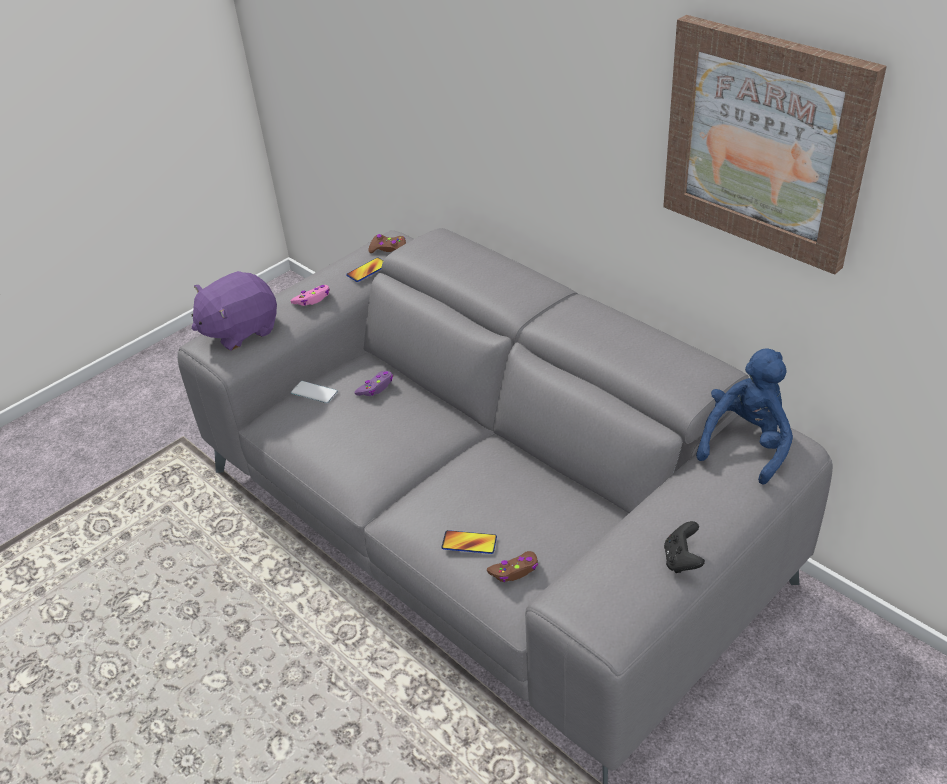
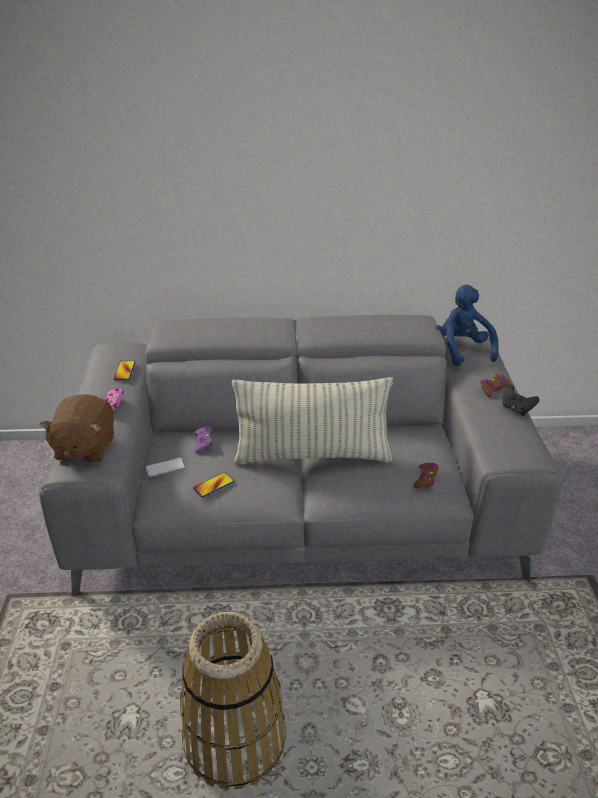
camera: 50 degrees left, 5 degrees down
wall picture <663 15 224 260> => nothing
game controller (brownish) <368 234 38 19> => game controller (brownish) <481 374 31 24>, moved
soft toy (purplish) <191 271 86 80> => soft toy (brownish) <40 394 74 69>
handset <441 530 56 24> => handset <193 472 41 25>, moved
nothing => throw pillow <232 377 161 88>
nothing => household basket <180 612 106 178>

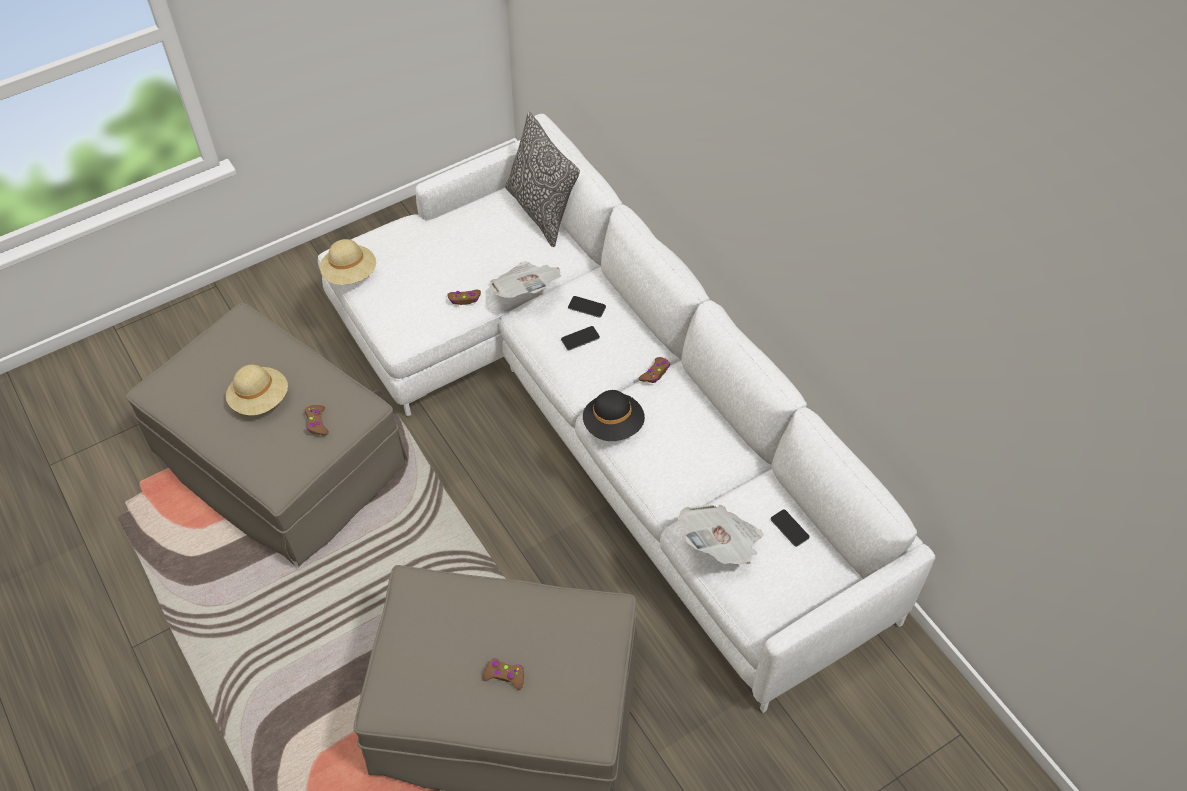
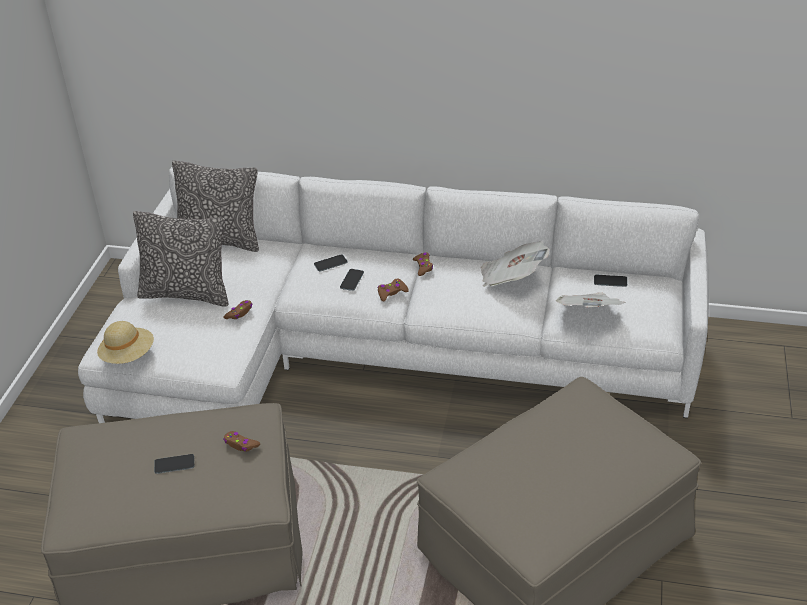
camera: 45 degrees left, 15 degrees down
newspaper <490 261 71 37> => newspaper <481 241 68 46>, moved
wearable hat (beige) <226 365 62 50> => handset <154 454 40 20>
wearable hat (black) <583 390 62 51> => nothing
game controller (brownish) <483 658 41 32> => game controller (brownish) <378 279 31 23>, moved
nothing => throw pillow <133 211 95 96>

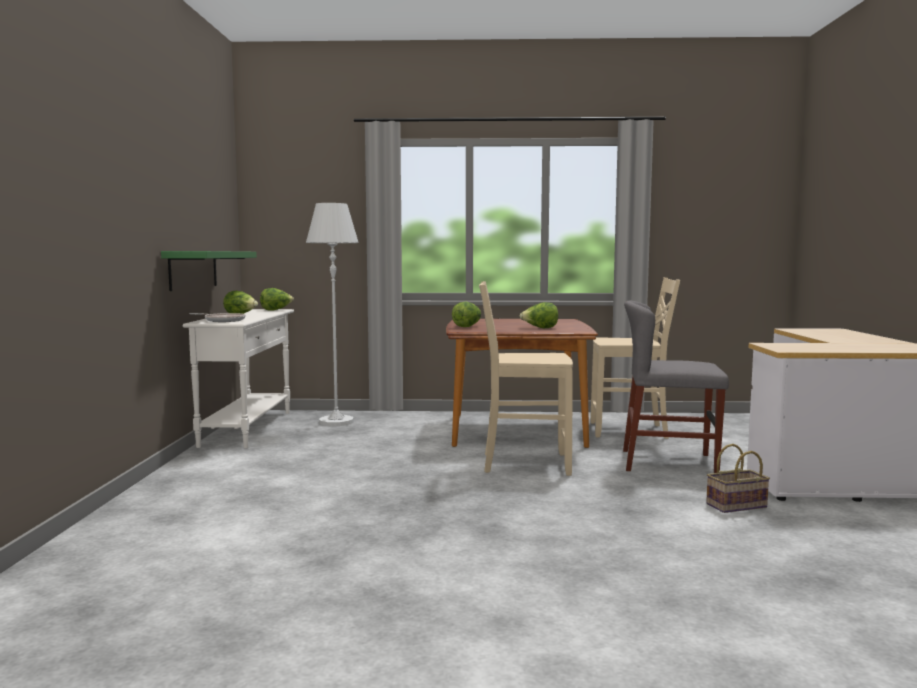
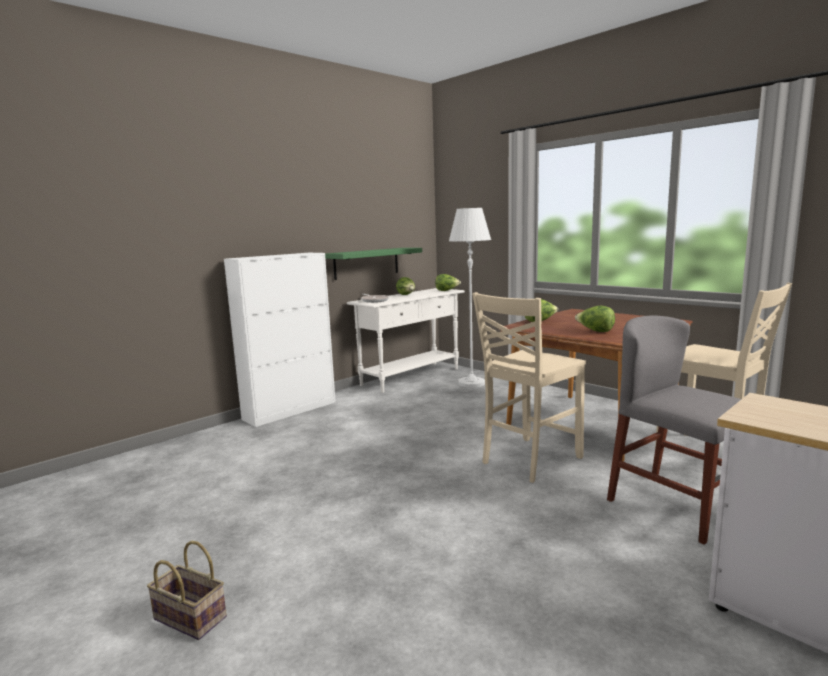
camera: 45 degrees right, 5 degrees up
upright chair (beige) <479 281 94 195> => upright chair (beige) <472 292 114 191>, 90 degrees counterclockwise
household basket <706 444 64 69> => household basket <147 541 80 99>, moved
nothing => cupboard (whitish) <224 253 112 174>

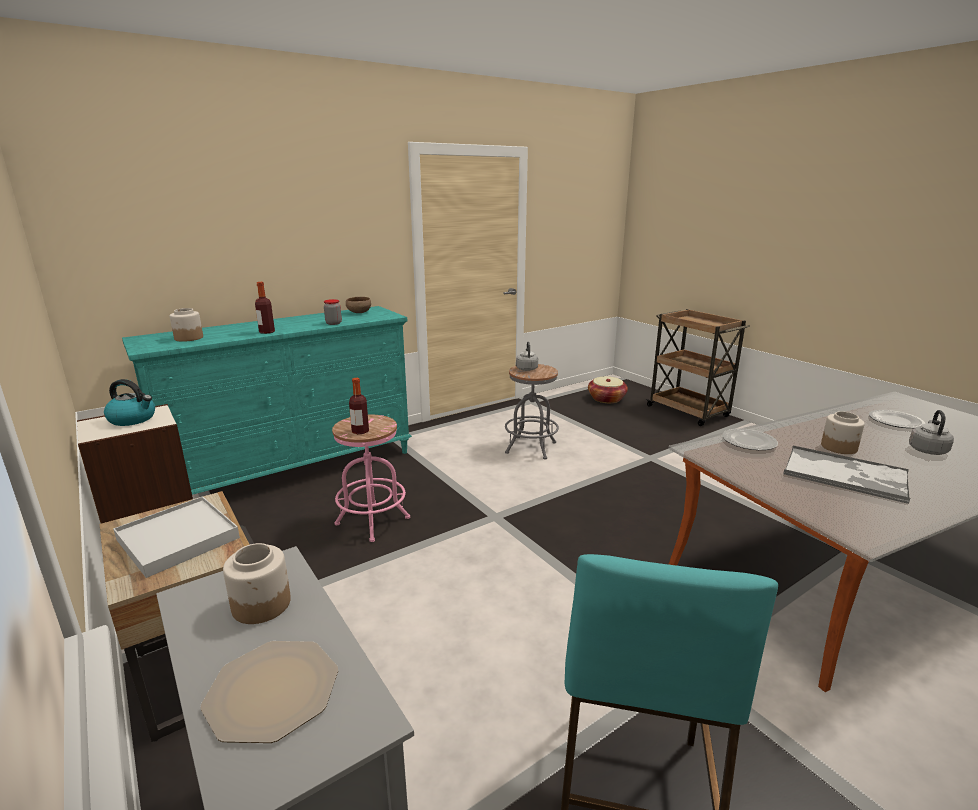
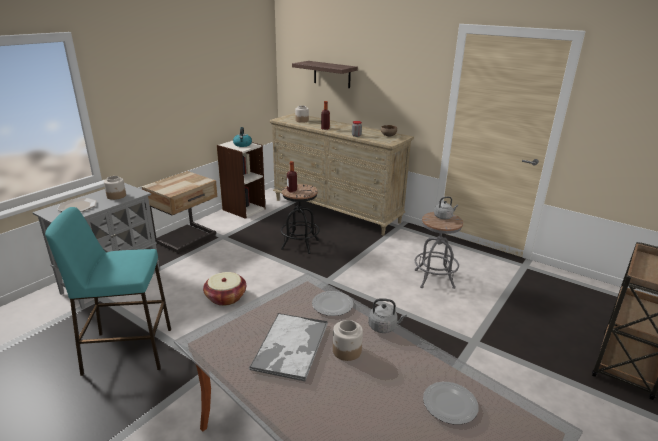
camera: 70 degrees right, 5 degrees up
chest of drawers (turquoise) <122 306 290 189> => chest of drawers (beige) <269 113 145 123>
household basket <588 377 40 26> => household basket <203 272 43 34>, moved
tea kettle (greyish) <909 410 45 45> => tea kettle (greyish) <368 298 39 35>, moved
stool (pink-coloured) <332 415 78 127> => stool (black) <281 184 39 70>
carrying tray (whitish) <113 496 127 82> => nothing
nothing => wall shelf <292 61 66 27>

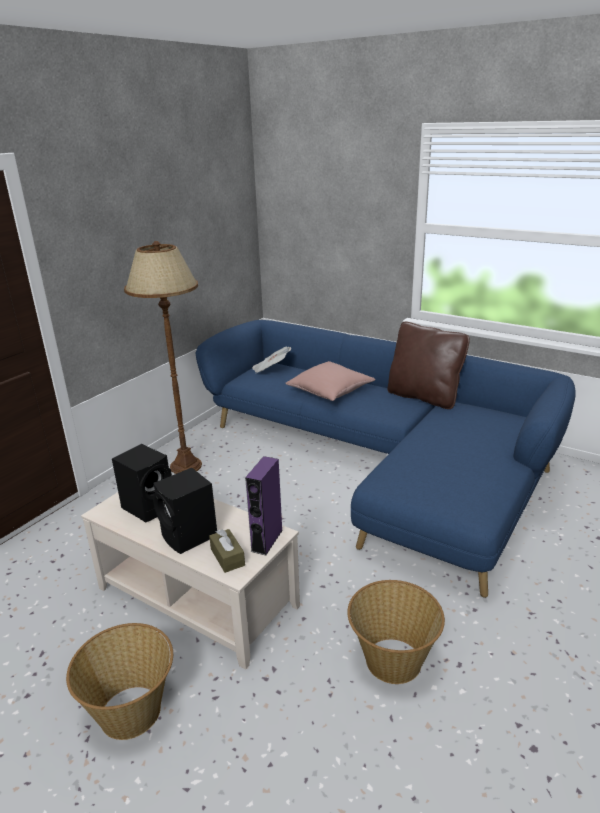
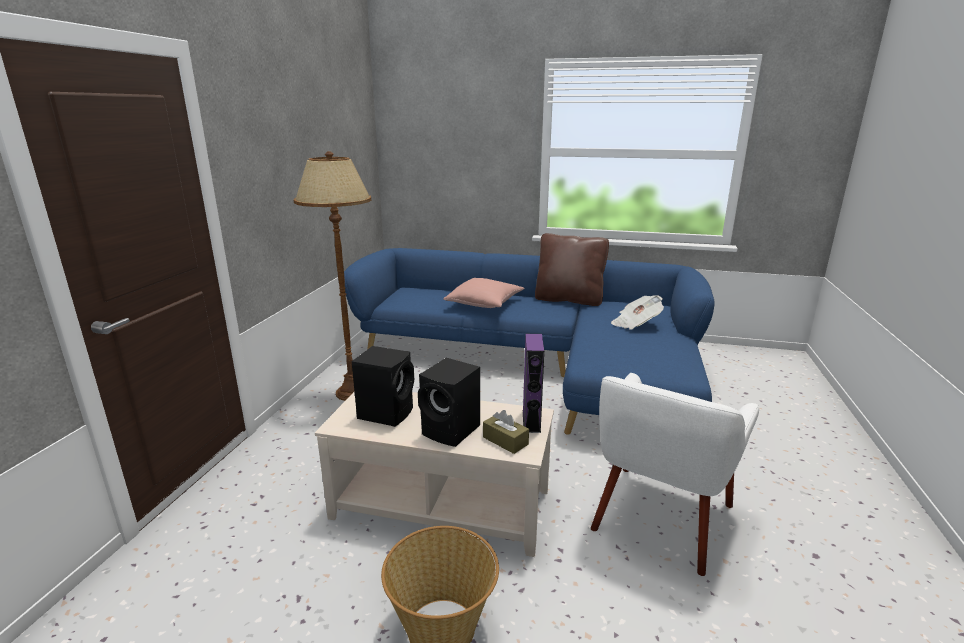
camera: 20 degrees left, 5 degrees down
newspaper <252 346 39 27> => newspaper <611 295 53 34>, moved
household basket <347 580 98 104> => armchair (whitish) <591 373 168 203>

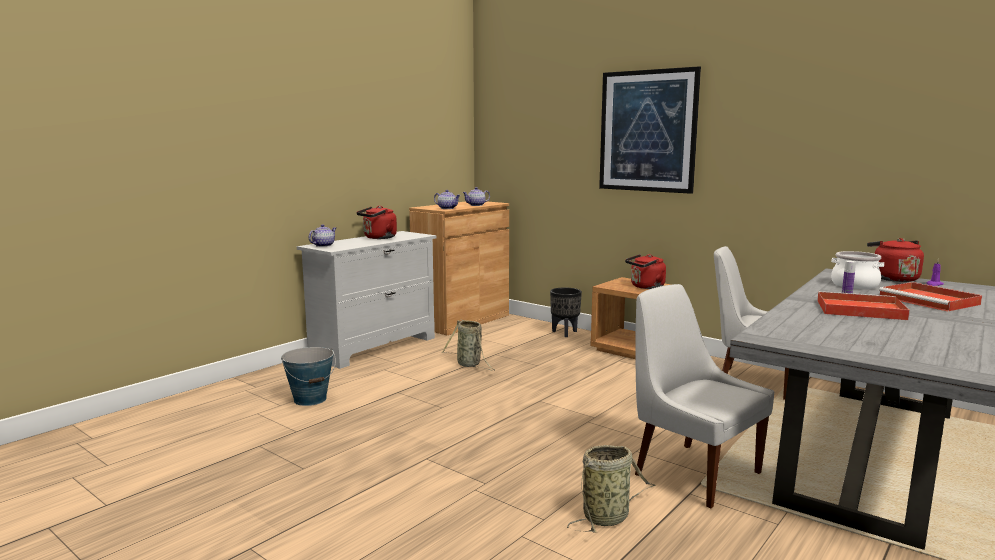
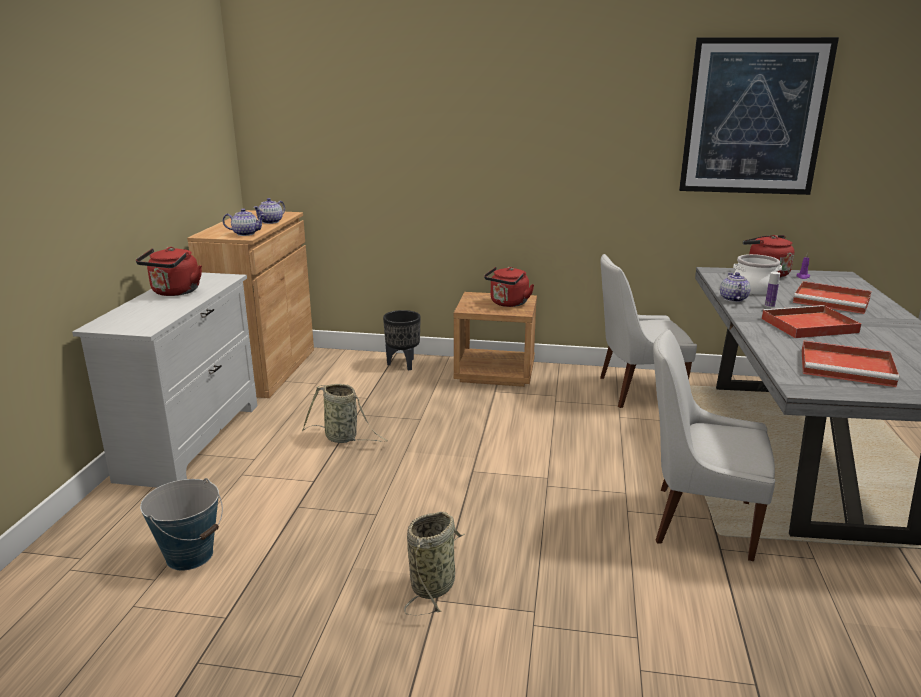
camera: 30 degrees left, 10 degrees up
wall picture <599 66 102 128> => wall picture <679 37 160 158>, moved
pot for tea <309 224 27 23> => pot for tea <720 272 31 30>, moved
household basket <567 445 89 88> => household basket <404 512 61 103>, moved
nothing => carrying tray (reddish) <801 340 98 47>

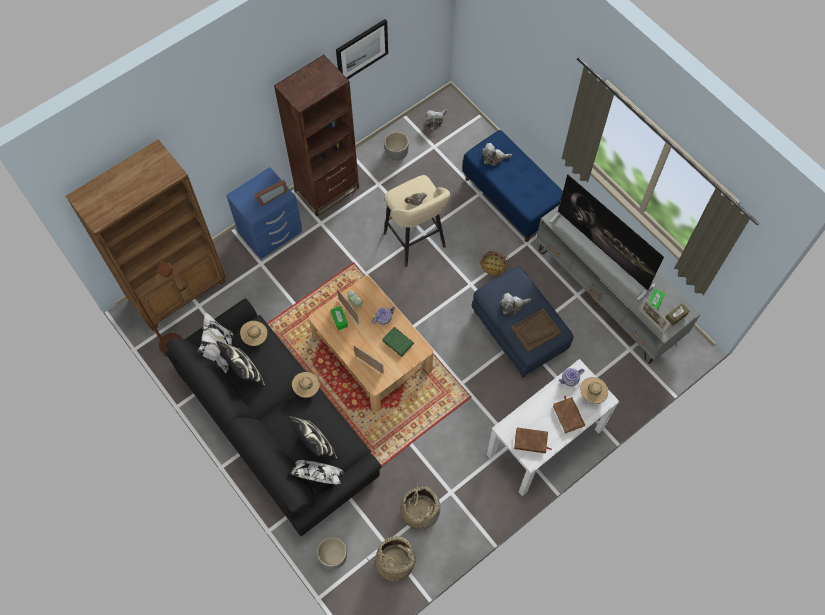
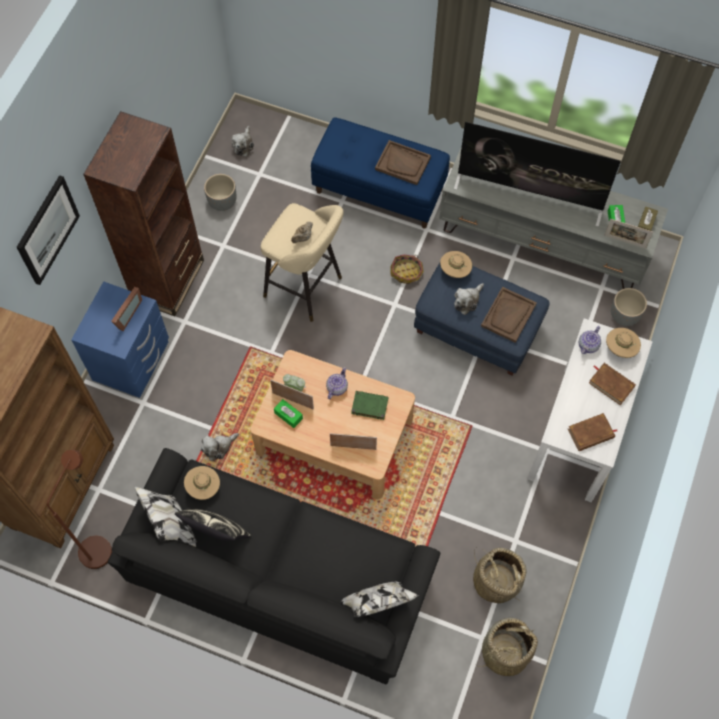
camera: 30 degrees left, 0 degrees up
wall picture <336 19 52 60> => wall picture <17 175 63 110>, moved
soft toy <482 143 30 23> => soft toy <201 433 38 28>, moved
wearable hat (beige) <292 372 28 26> => wearable hat (beige) <440 251 32 27>, moved
throw pillow <288 416 49 44> => nothing
plant pot (greyish) <317 537 30 32> => plant pot (greyish) <611 288 36 38>, moved
nothing => carrying tray (brownish) <375 140 56 45>

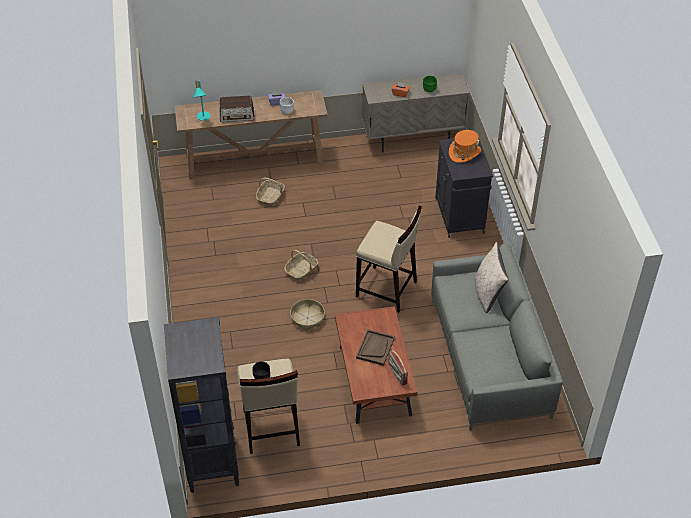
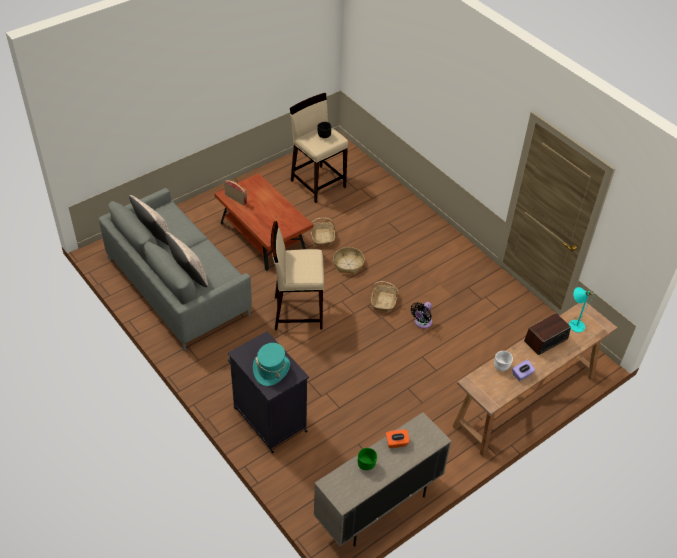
camera: 150 degrees right, 0 degrees up
wearable hat (orange-coloured) <449 130 32 33> => wearable hat (turquoise) <253 343 37 43>
household basket <256 178 29 28> => household basket <310 218 25 28>, moved
shelving unit (black) <164 317 75 176> => nothing
carrying tray (brownish) <356 329 39 37> => nothing
nothing => throw pillow (beige) <129 195 42 50>
nothing => fan (black) <411 302 21 27>

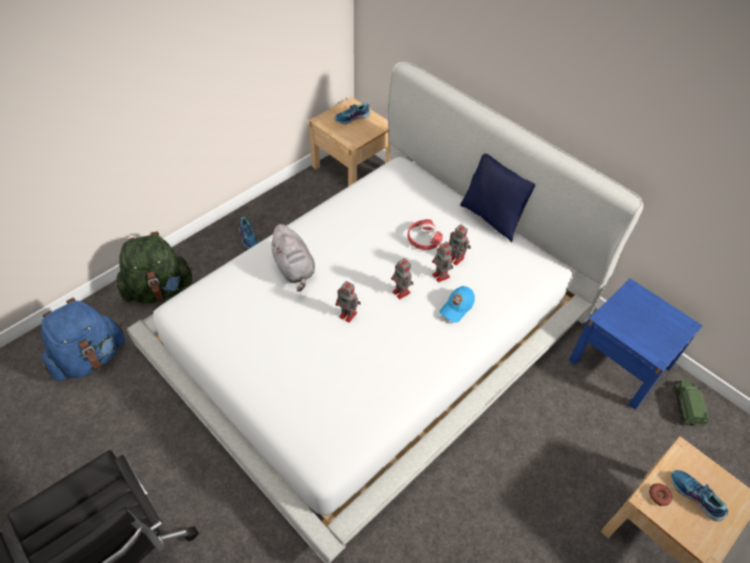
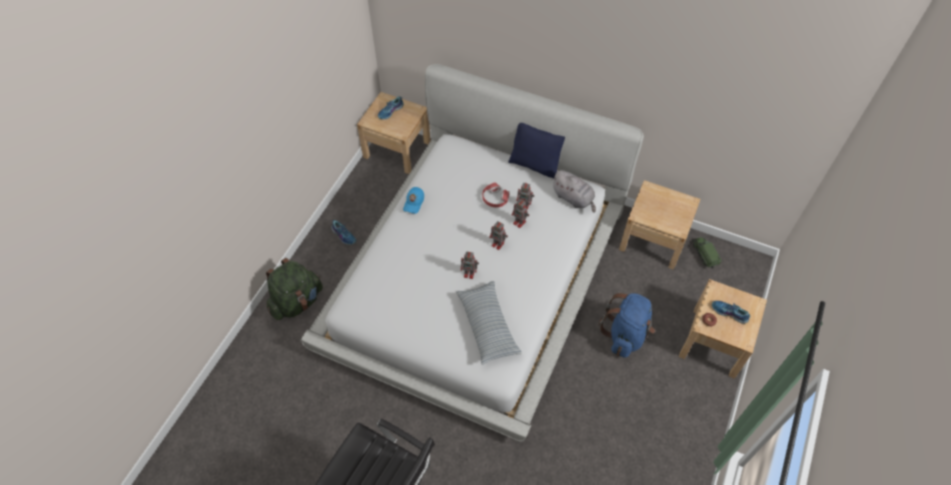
camera: 20 degrees left, 5 degrees up
soft toy (greyish) <268 224 47 68> => soft toy (greyish) <551 170 45 43>, moved
night table (bluish) <569 279 133 131> => night table (beige) <619 180 82 90>
cap (bluish) <439 286 36 37> => cap (bluish) <403 187 21 27>, moved
backpack (bluish) <41 298 84 83> => backpack (bluish) <598 293 57 65>, moved
nothing => throw pillow <456 281 66 84>

